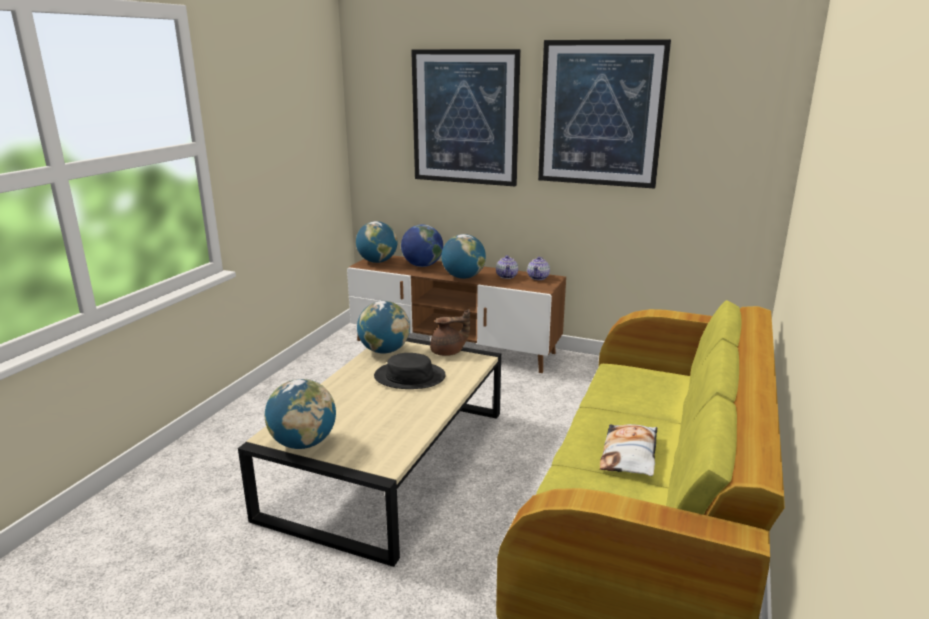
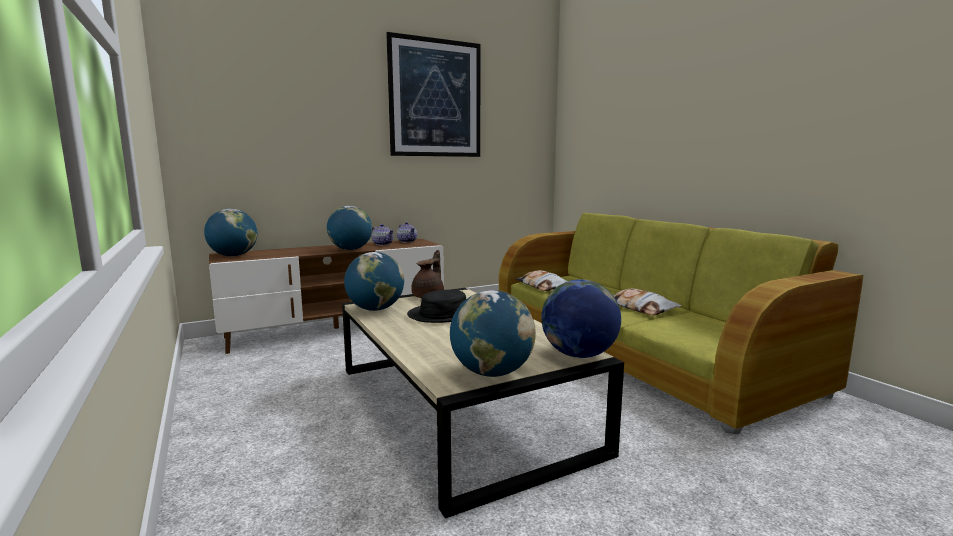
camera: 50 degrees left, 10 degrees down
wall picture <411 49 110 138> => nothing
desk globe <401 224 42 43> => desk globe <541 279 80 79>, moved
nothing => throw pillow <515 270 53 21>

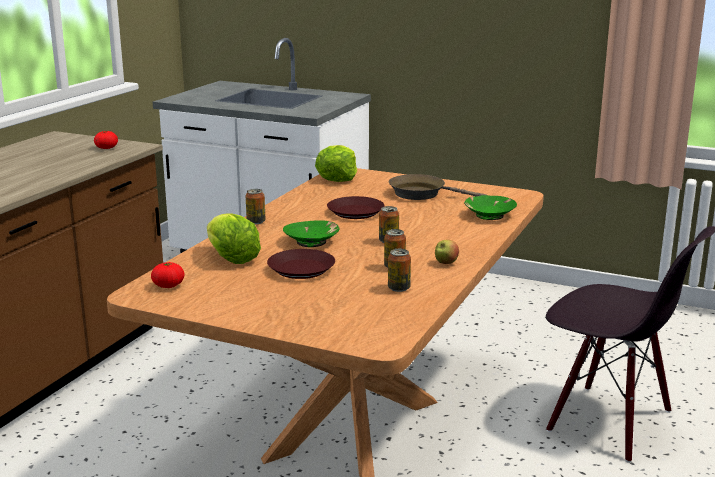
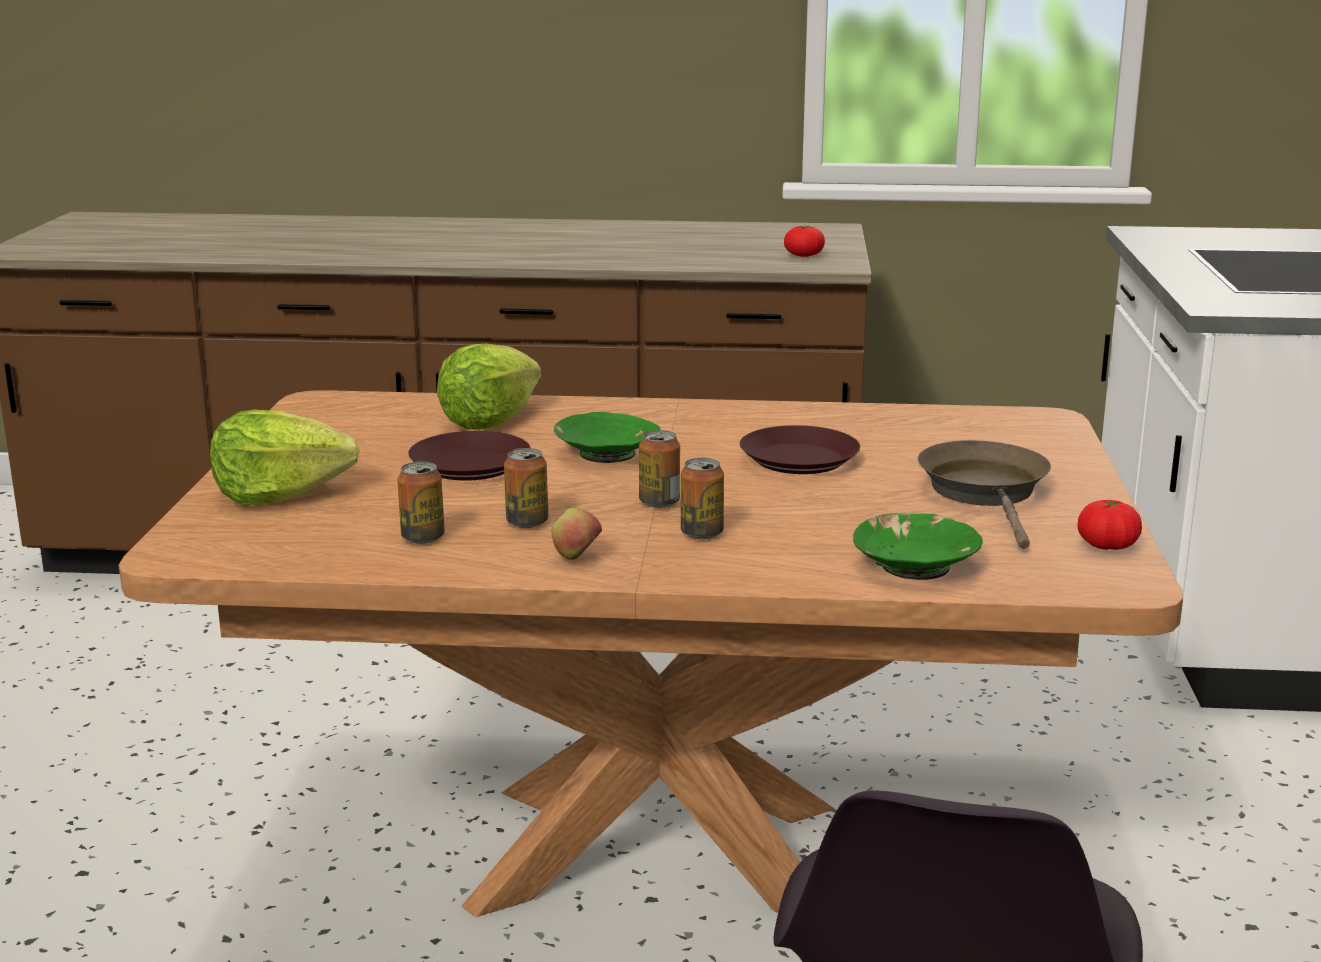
camera: 70 degrees right, 0 degrees up
lettuce head <315 145 42 37> => lettuce head <210 410 150 95>, moved
can <246 189 20 35> => can <681 458 43 81>, moved
whole tomato <151 262 33 26> => whole tomato <1077 500 65 50>, moved

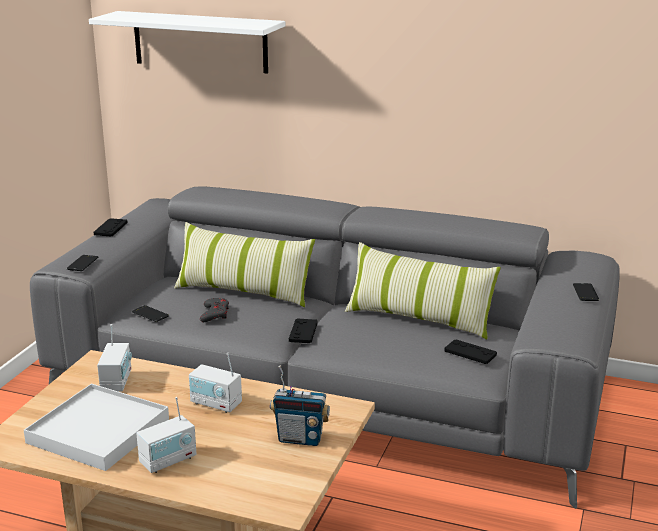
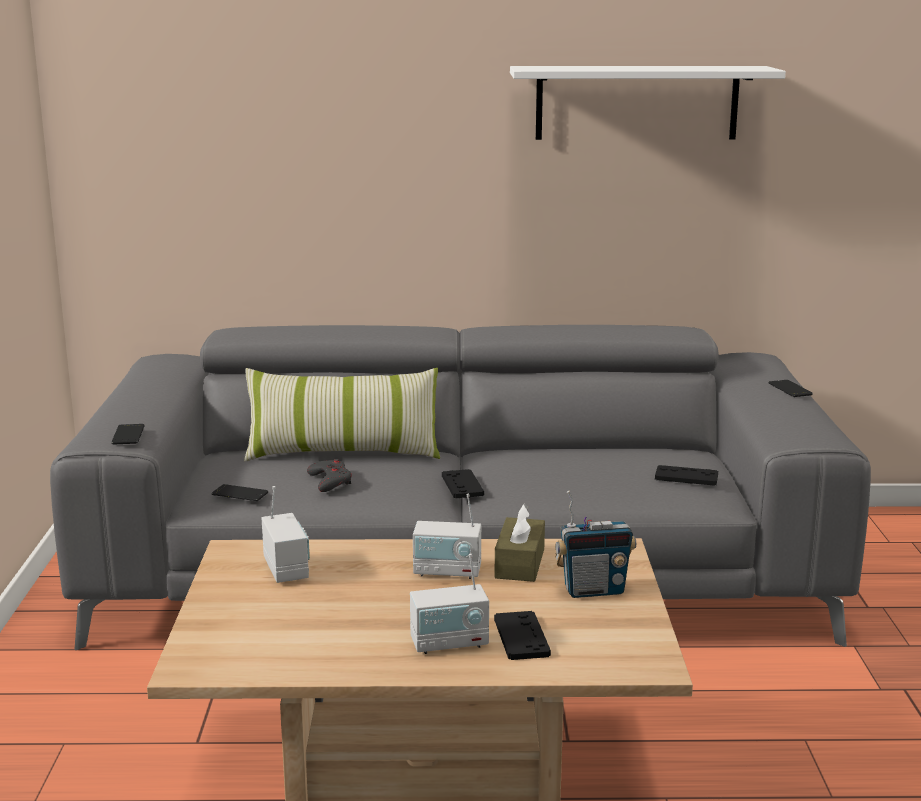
camera: 20 degrees left, 5 degrees down
wall shelf (whitish) <89 11 196 63> => wall shelf (whitish) <510 66 276 74>, moved
game controller (black) <94 218 34 19> => game controller (black) <494 611 57 49>, moved
throw pillow <345 242 156 98> => nothing
carrying tray (whitish) <24 384 145 87> => nothing
radio receiver <136 397 60 76> => radio receiver <410 554 79 100>, 45 degrees clockwise
nothing => tissue box (brownish) <495 504 50 78>

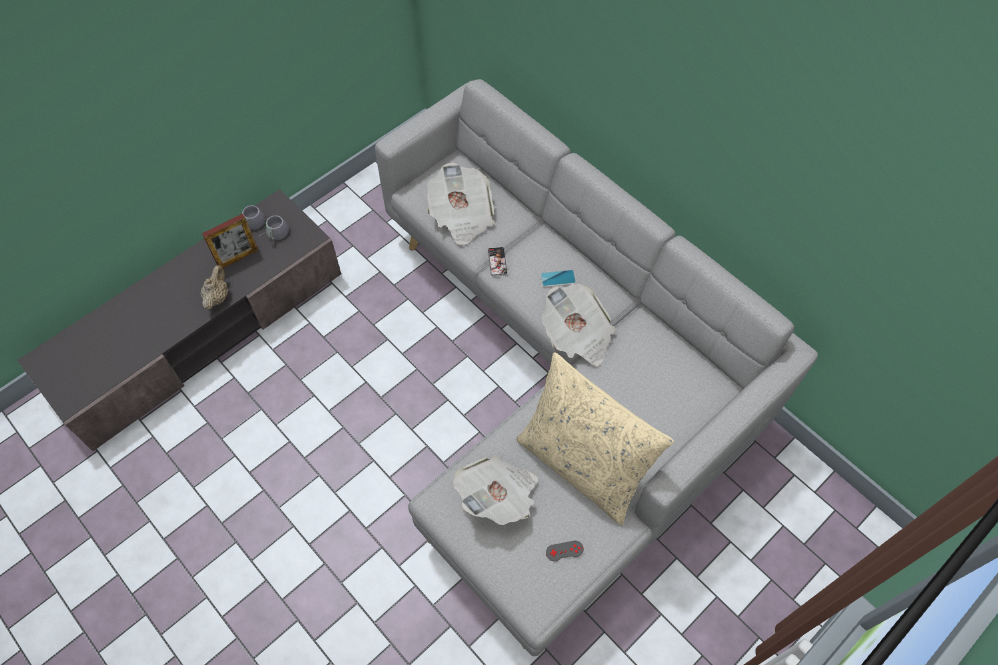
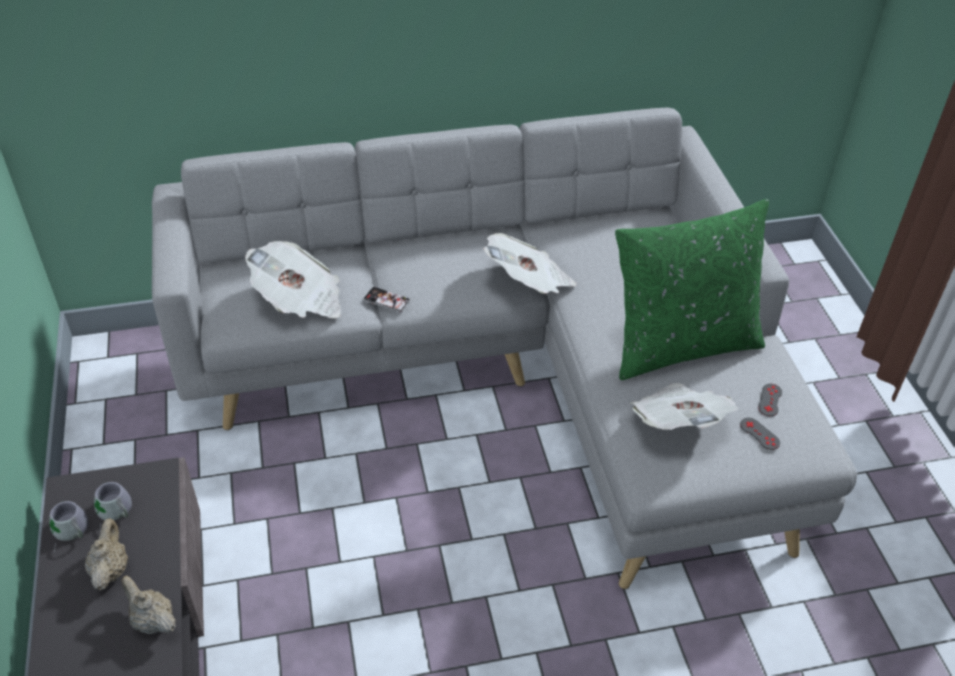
camera: 60 degrees left, 15 degrees down
photo frame <202 213 56 55> => pot for tea (beige) <85 518 43 72>
handset <540 270 36 17> => nothing
throw pillow (beige) <516 352 158 174> => throw pillow (greenish) <615 199 154 181>
nothing => game controller (greyish) <740 418 40 32>

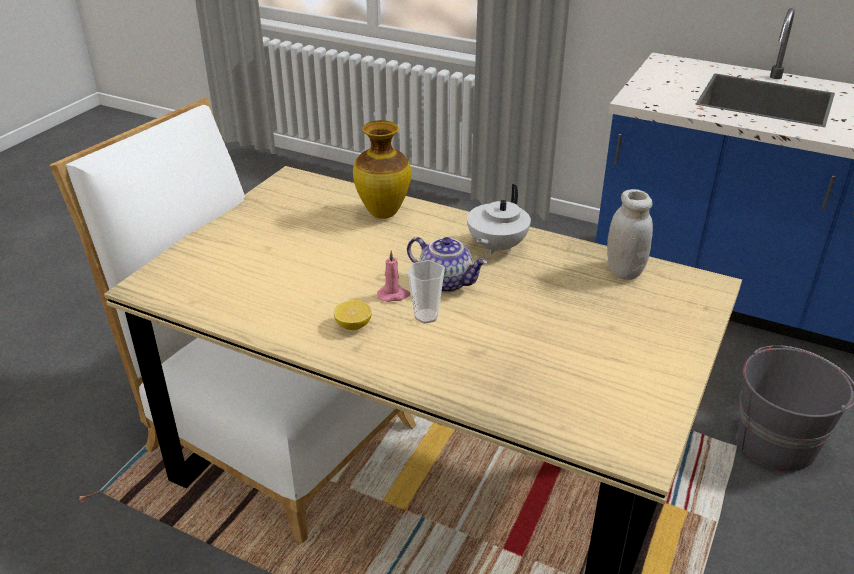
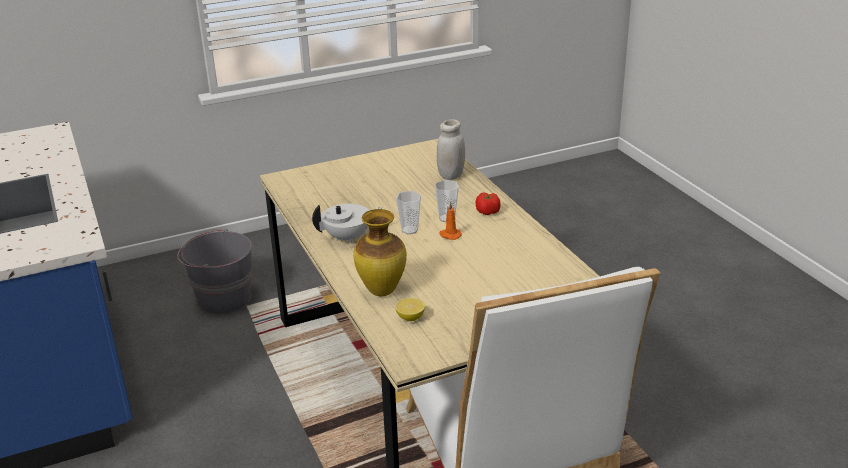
camera: 140 degrees left, 5 degrees down
storage jar (whitish) <607 189 46 91> => storage jar (whitish) <437 119 28 61>, moved
pot for tea <407 237 81 56> => small cup <396 191 25 43>
candle (pink-coloured) <377 250 33 52> => candle (orange-coloured) <439 201 23 39>
citrus fruit <334 300 38 30> => citrus fruit <395 298 30 23>, moved
nothing => whole tomato <476 192 25 23>

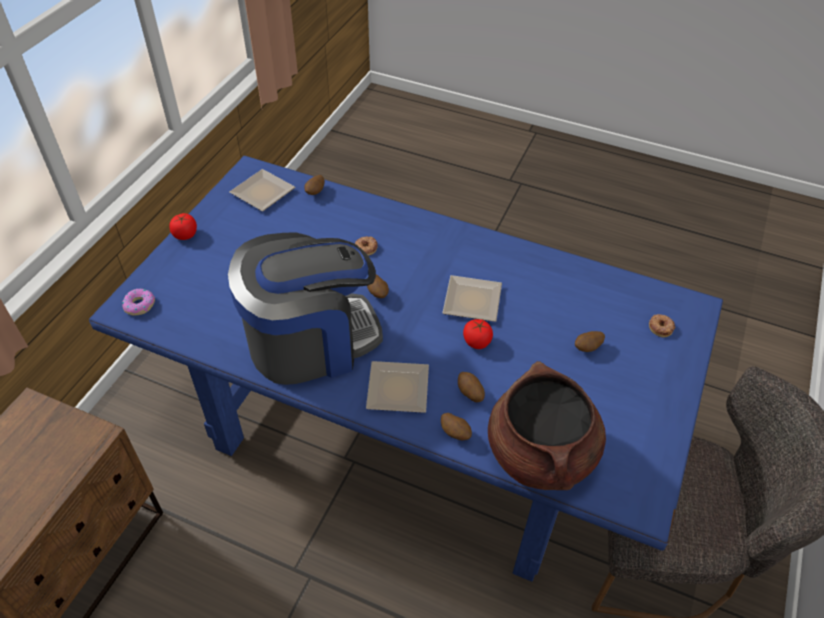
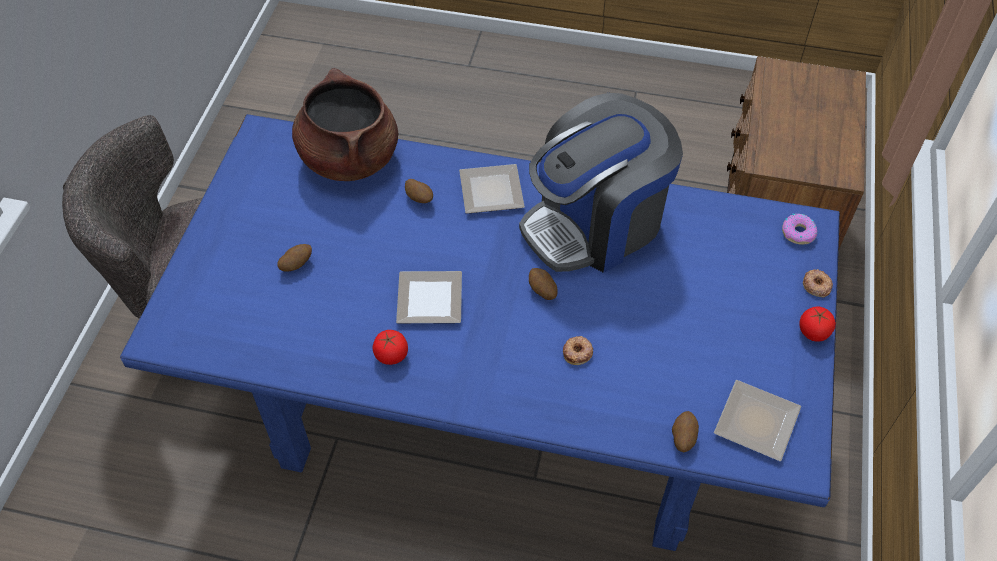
camera: 170 degrees right, 5 degrees up
ring doughnut <649 314 26 23> => ring doughnut <803 269 30 28>, moved
whole tomato <463 319 30 30> => whole tomato <373 330 35 35>, moved
potato <441 413 31 27> => nothing

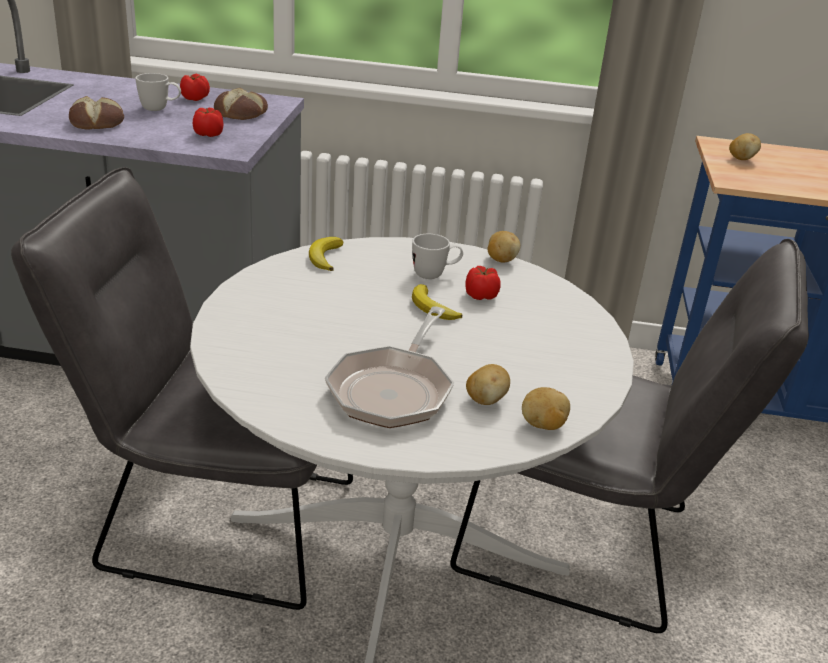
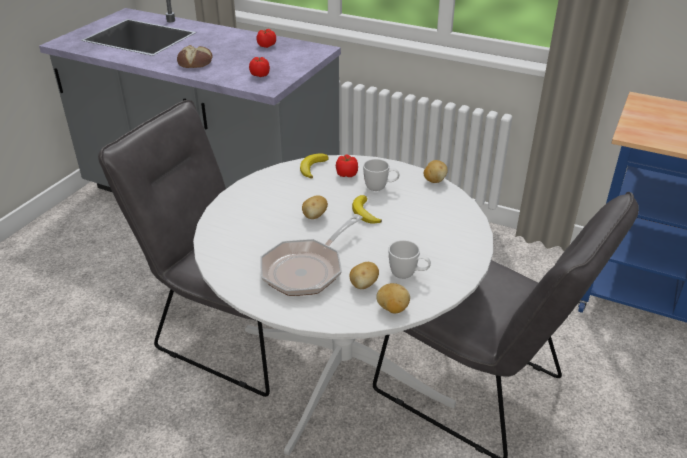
camera: 20 degrees right, 5 degrees up
tea mug (whitish) <135 73 46 38> => tea mug (whitish) <389 240 42 39>, moved
baked bread <214 88 54 32> => nothing
potato <729 133 32 27> => potato <302 195 26 24>, moved
whole tomato <466 266 35 34> => whole tomato <336 155 22 22>, moved

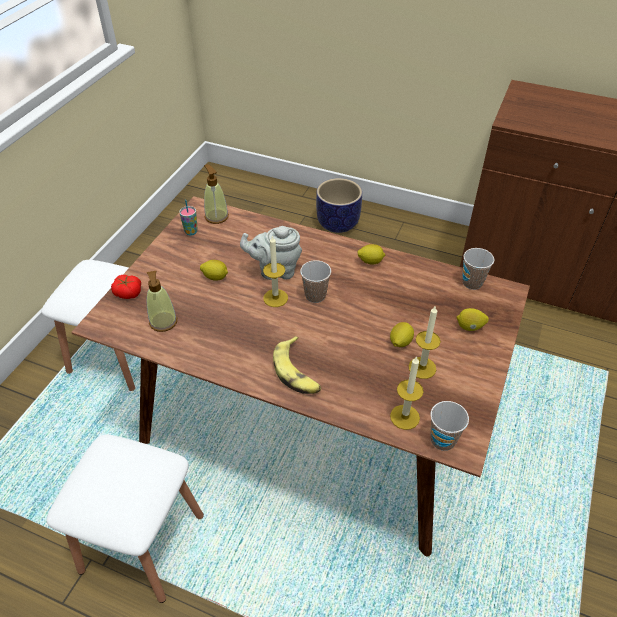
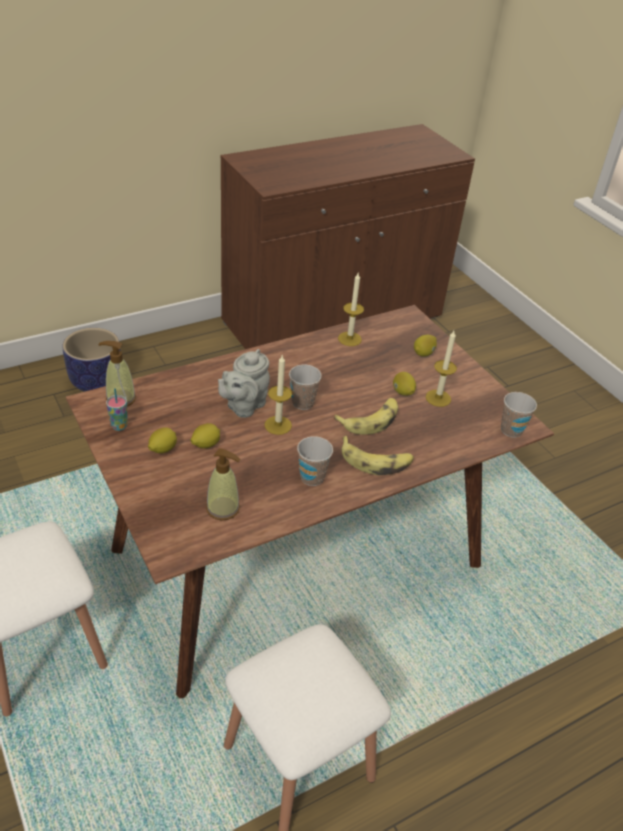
camera: 55 degrees left, 5 degrees down
citrus fruit <357 244 28 21> => citrus fruit <148 427 29 26>, moved
small cup <462 248 32 42> => small cup <297 436 36 50>, moved
whole tomato <111 275 30 24> => nothing
candle <390 356 34 74> => candle <338 273 26 73>, moved
nothing => banana <334 398 64 37>

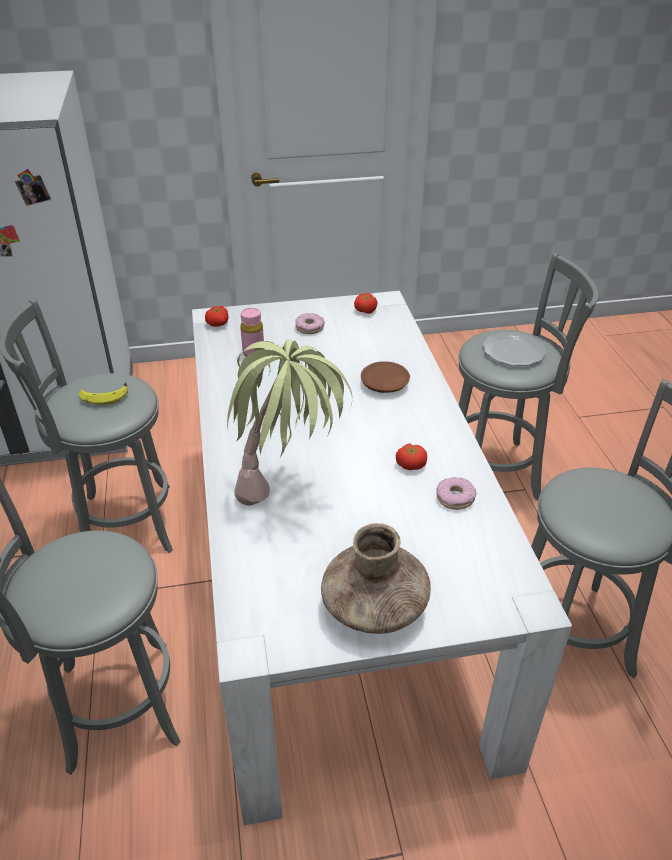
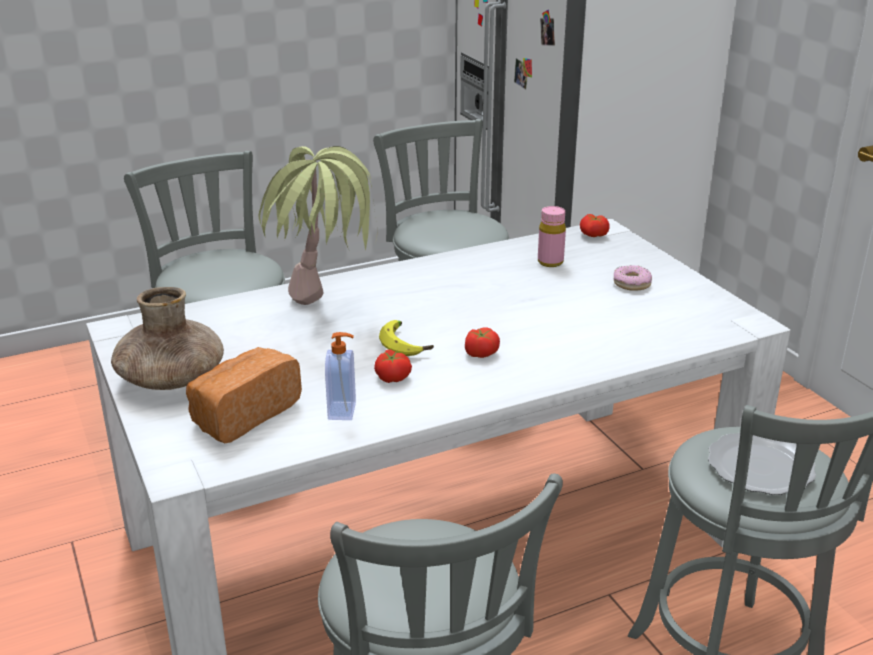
camera: 75 degrees right, 10 degrees down
whole tomato <354 293 23 21> => whole tomato <465 327 35 31>, moved
dinner plate (brownish) <361 361 49 32> => nothing
banana <79 382 49 23> => banana <379 320 55 36>, moved
ring doughnut <437 477 40 33> => soap dispenser <325 332 31 88>
nothing => baked bread <186 347 116 96>

